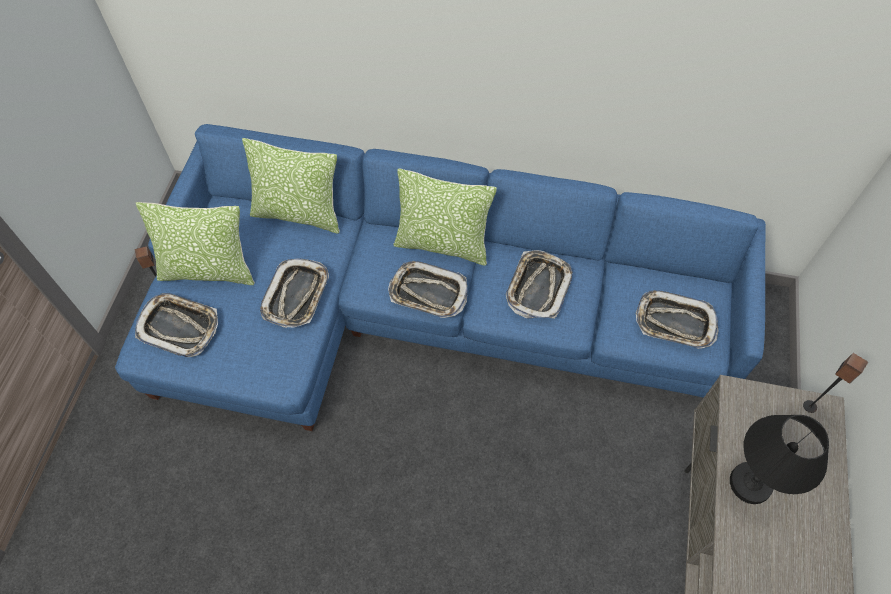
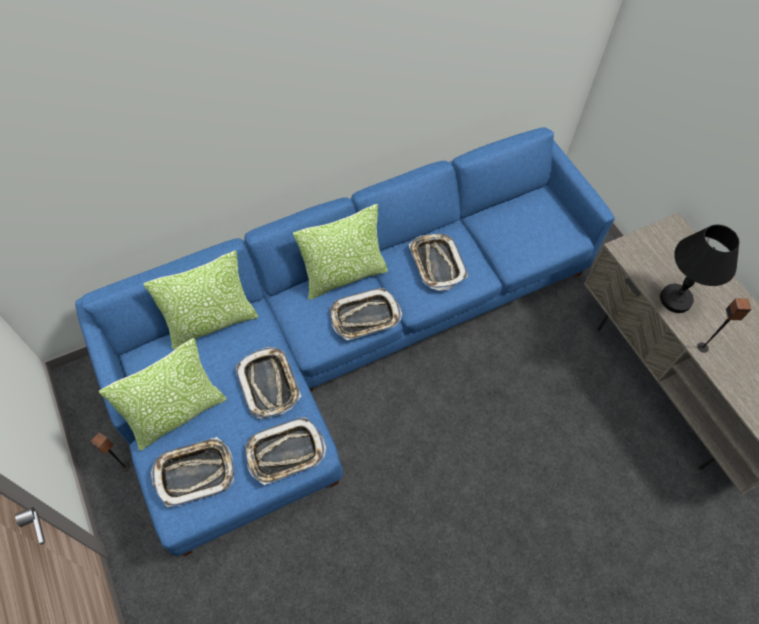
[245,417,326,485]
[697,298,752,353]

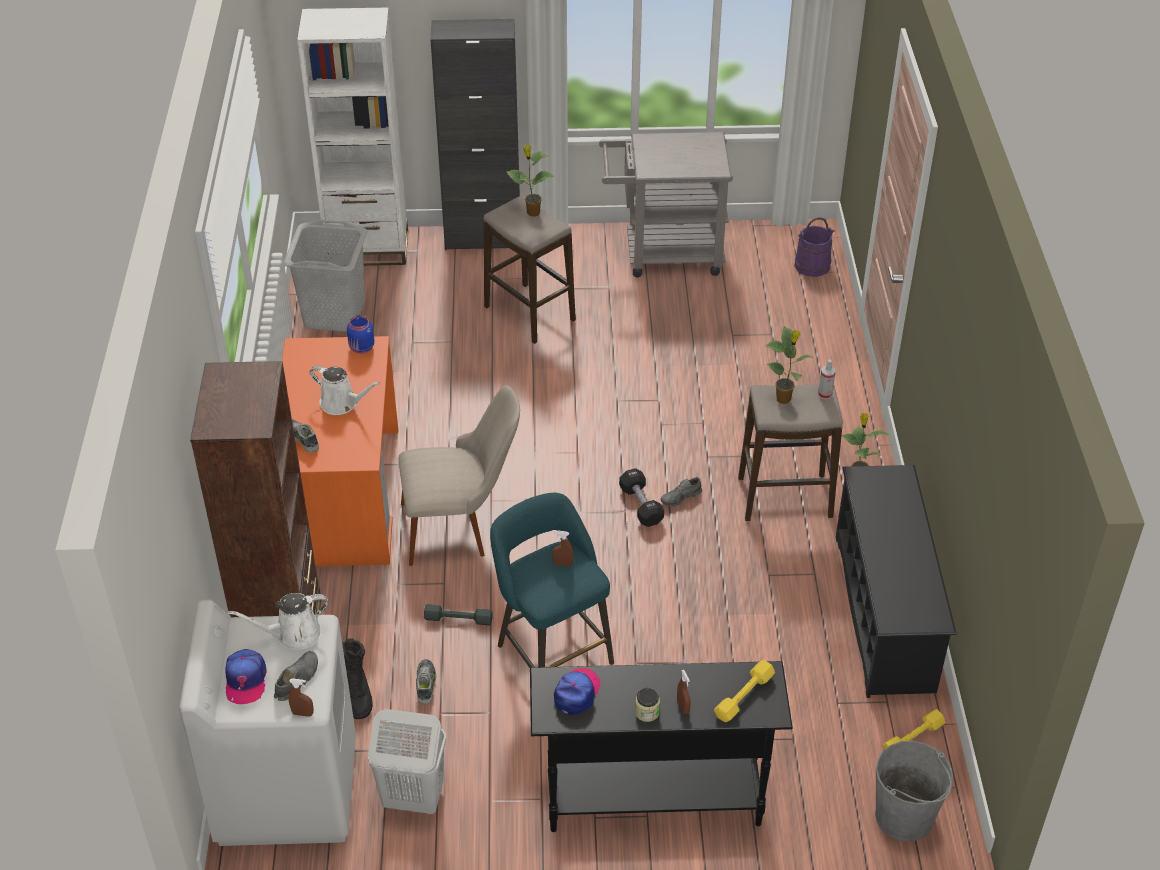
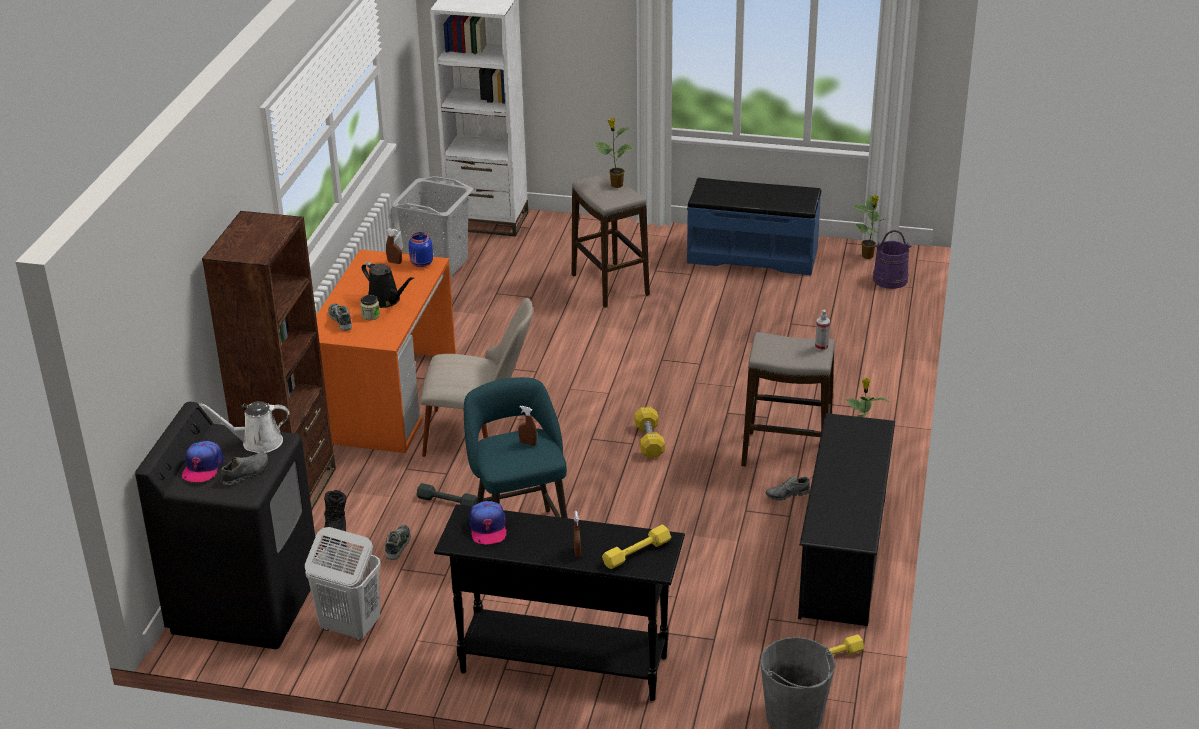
[135,402,318,649]
[386,228,402,264]
[362,262,414,308]
[430,19,520,250] (first image)
[469,501,507,544]
[687,178,821,275]
[634,407,665,458]
[360,295,380,320]
[766,476,810,501]
[853,195,888,259]

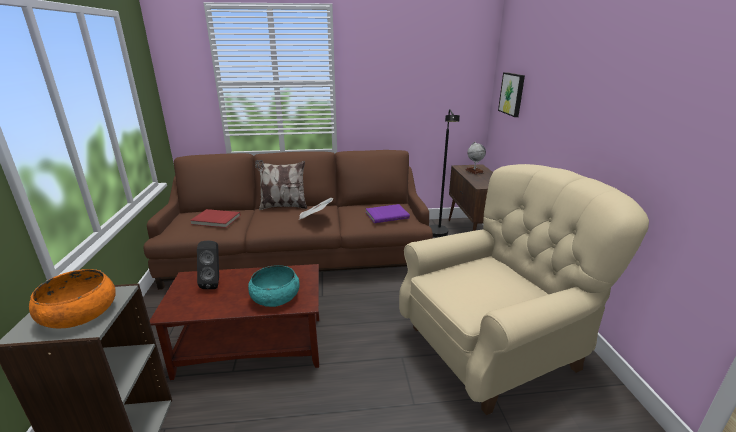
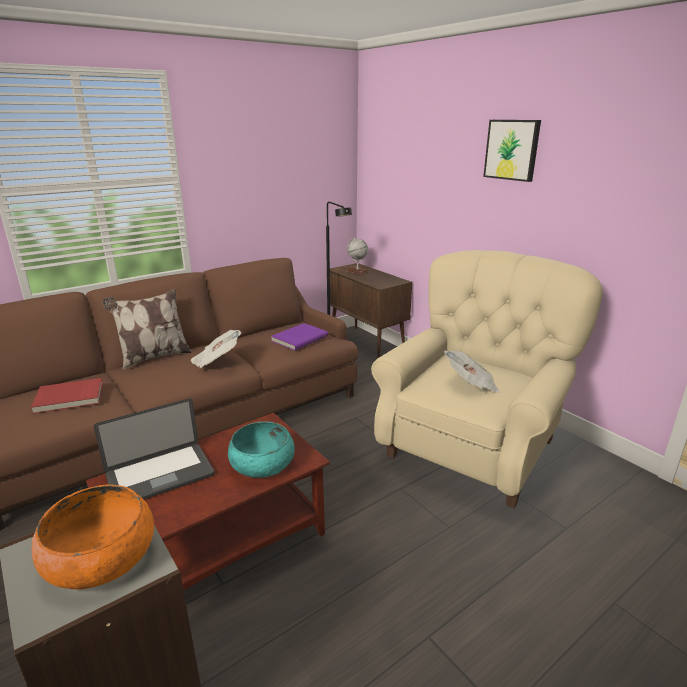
[94,398,214,500]
[483,120,541,182]
[444,350,500,393]

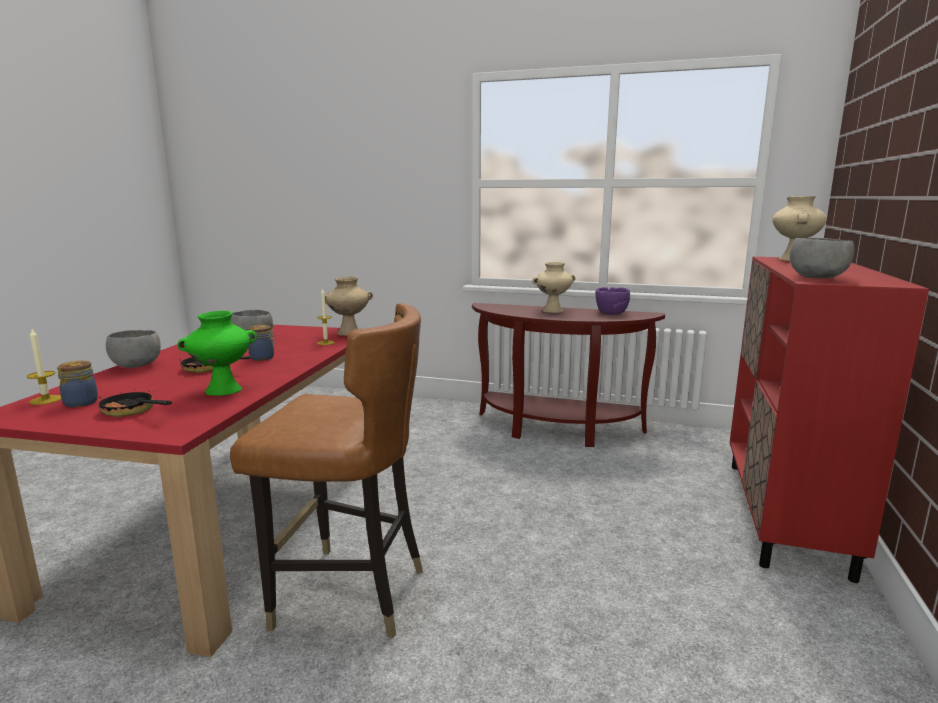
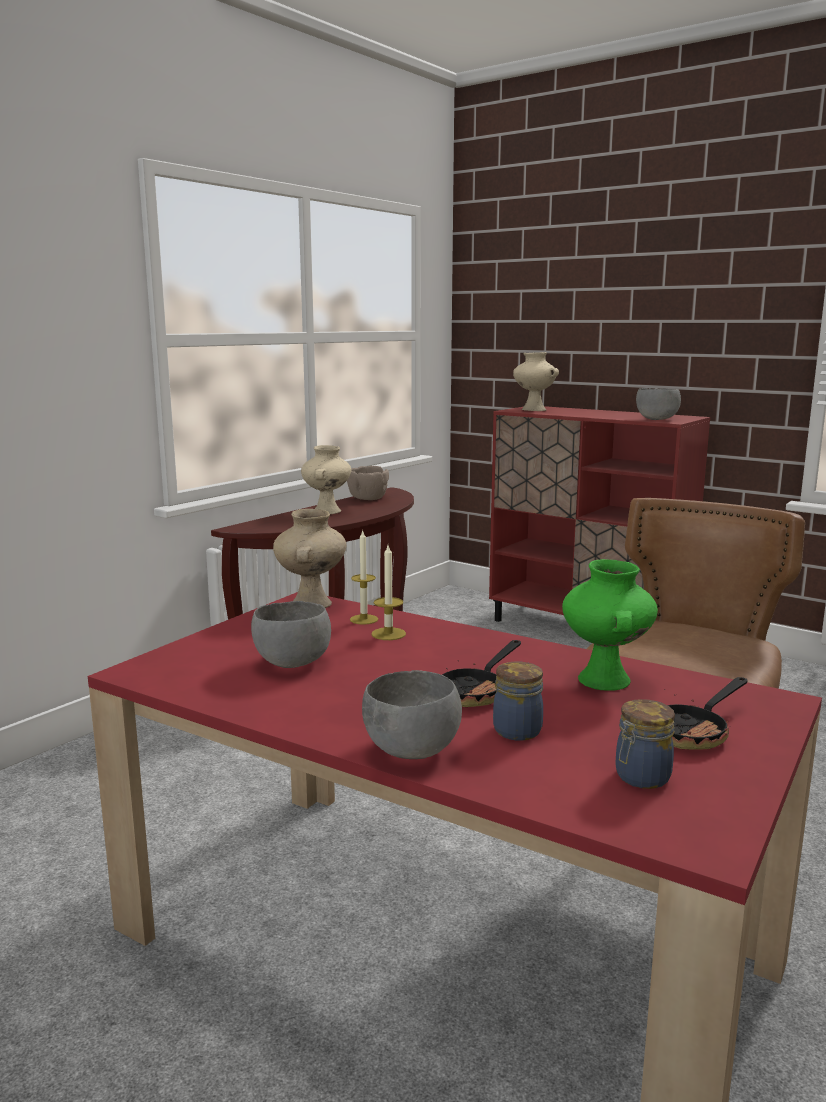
[371,545,406,640]
[493,661,543,741]
[347,466,389,500]

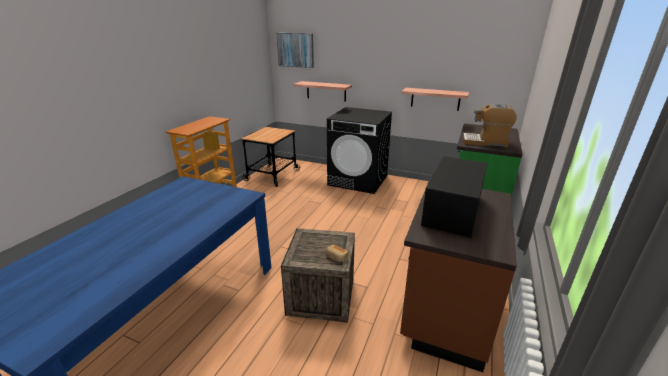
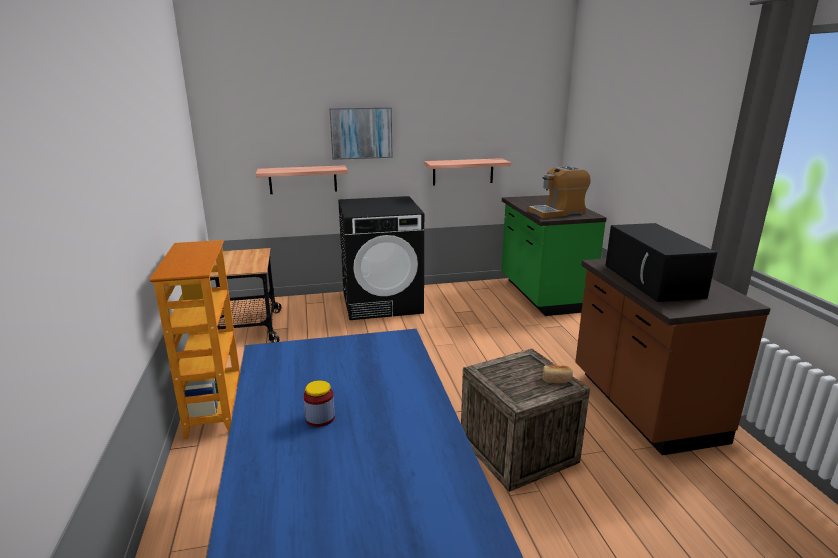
[329,107,392,160]
[303,380,335,427]

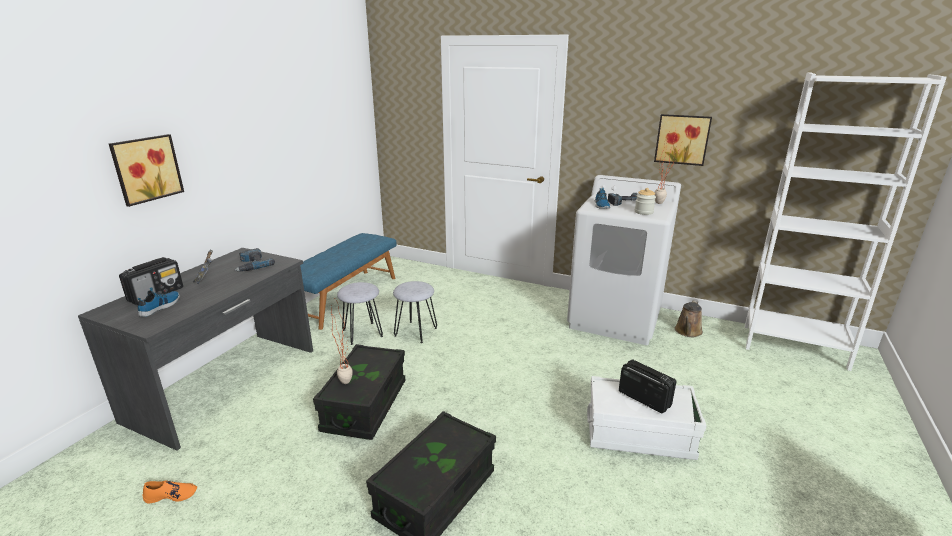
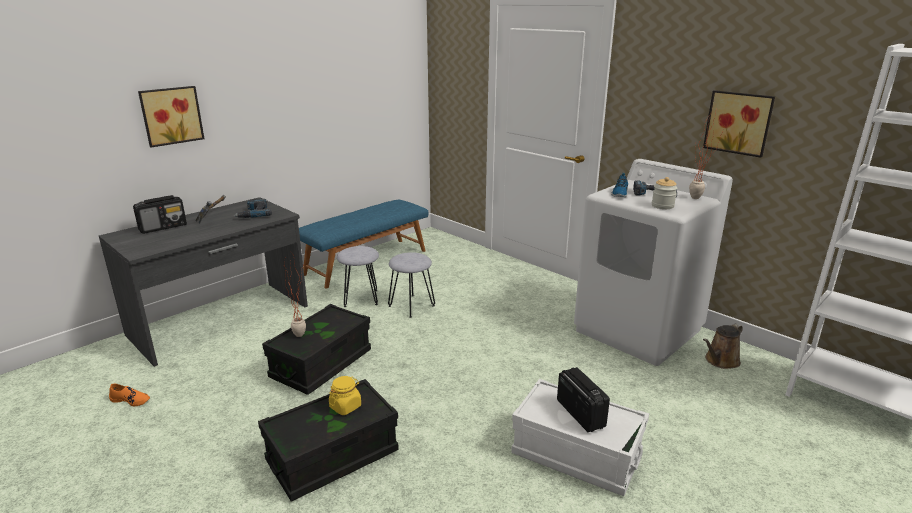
[138,287,180,317] (first image)
[329,376,361,415]

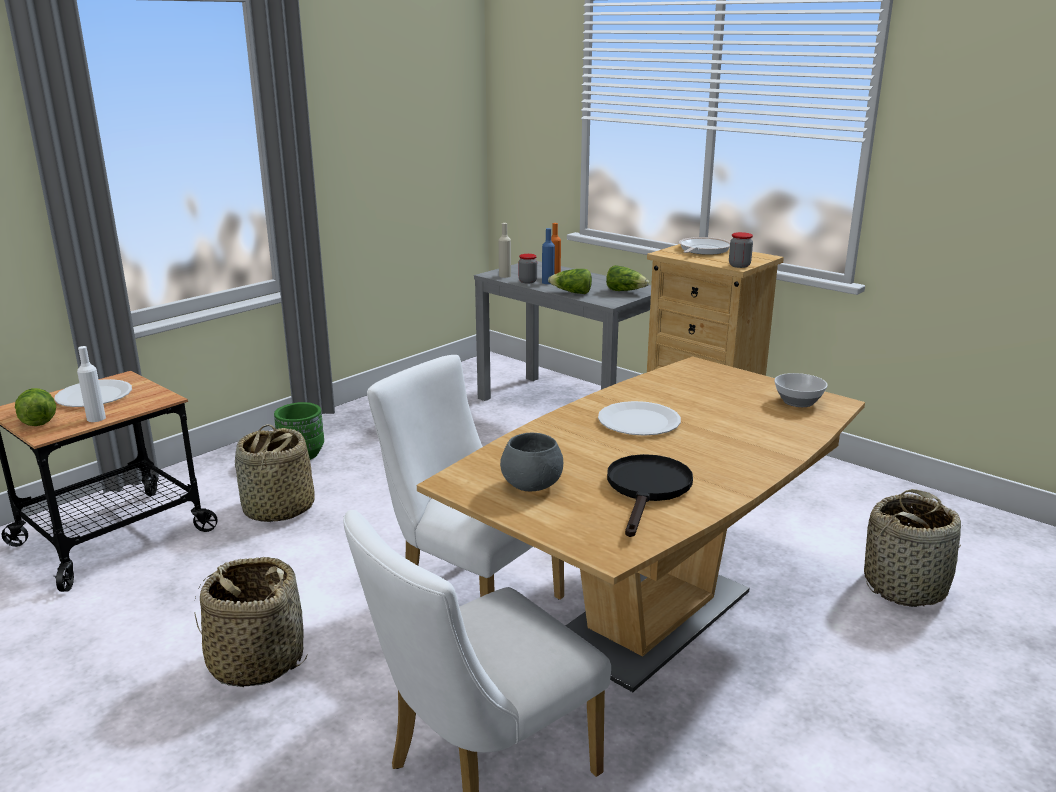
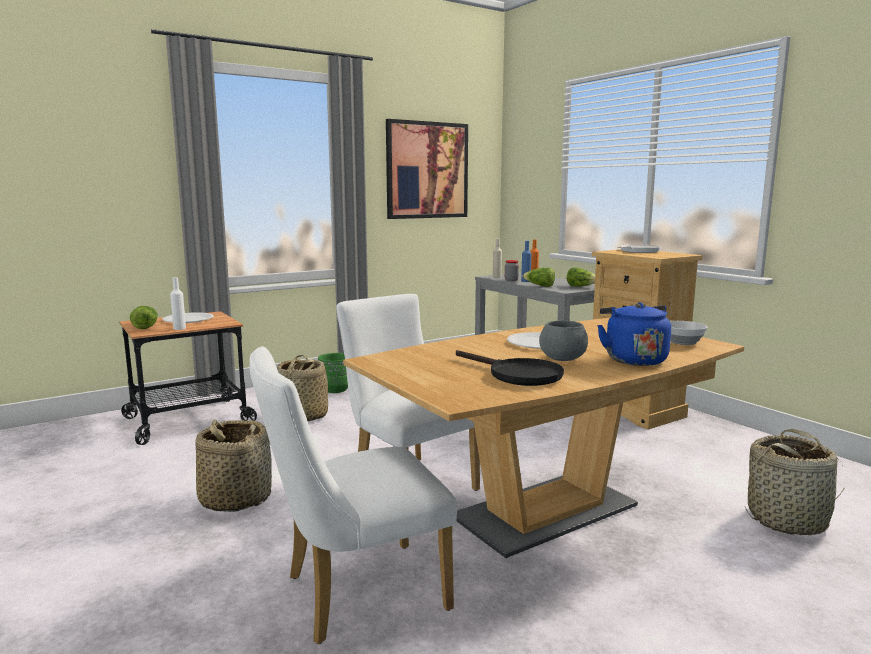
[539,320,588,361]
[456,350,564,386]
[729,232,753,268] (first image)
[386,119,468,219]
[597,302,671,366]

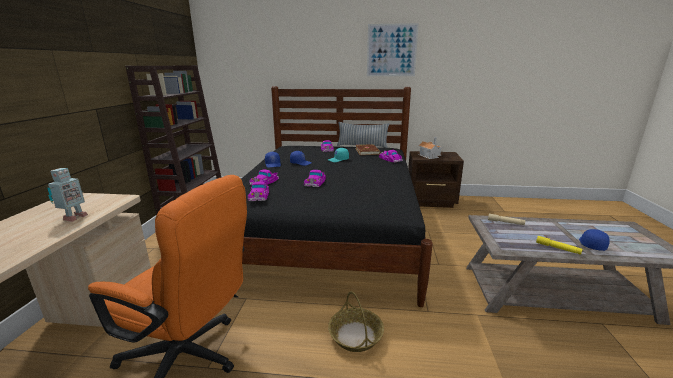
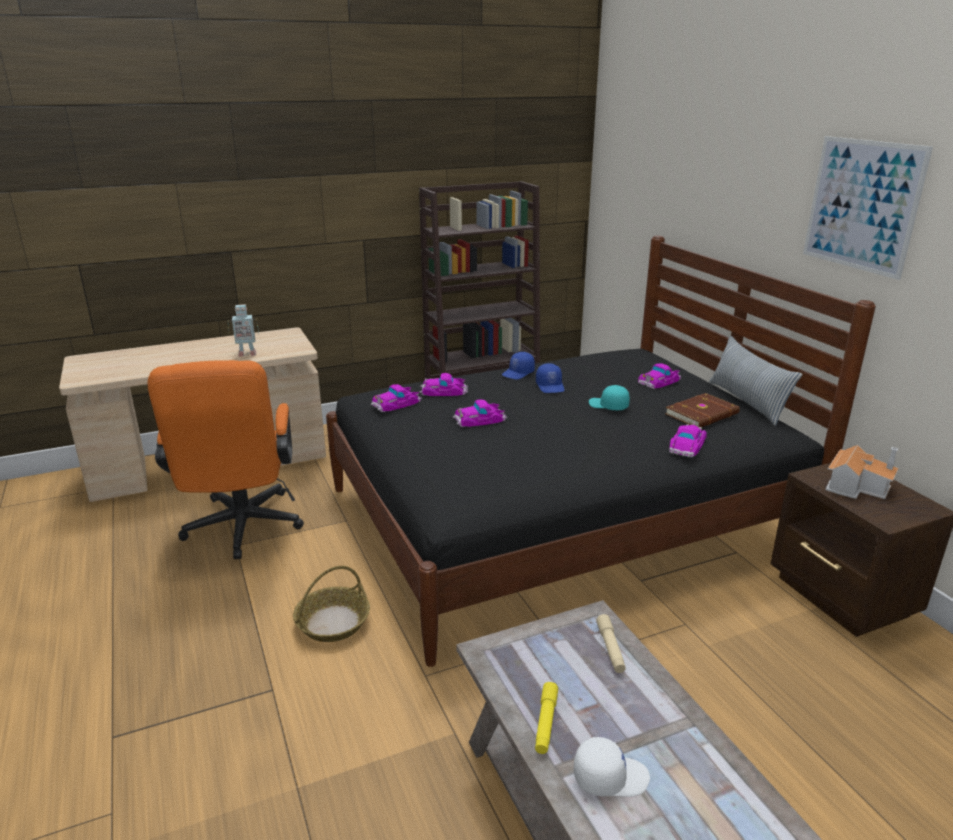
[574,737,650,797]

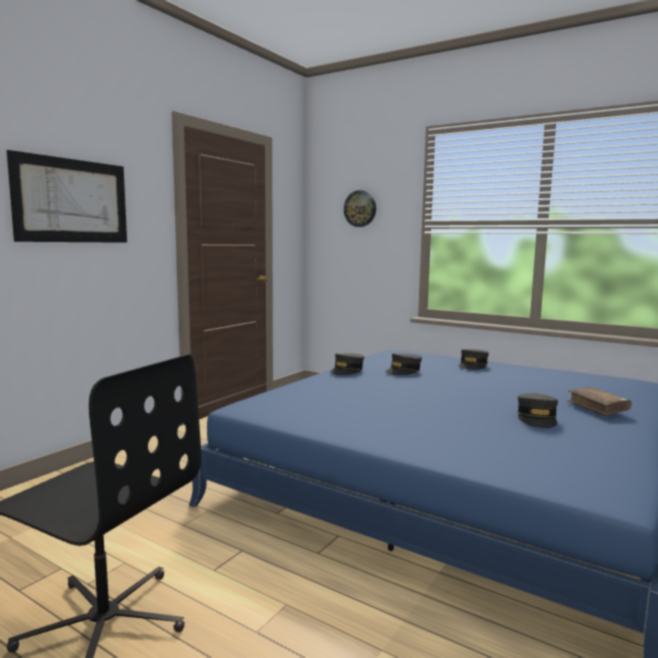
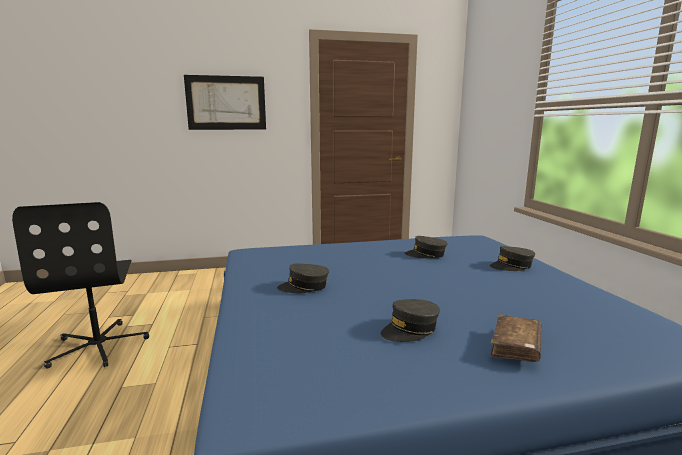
[277,263,329,293]
[344,190,376,227] (first image)

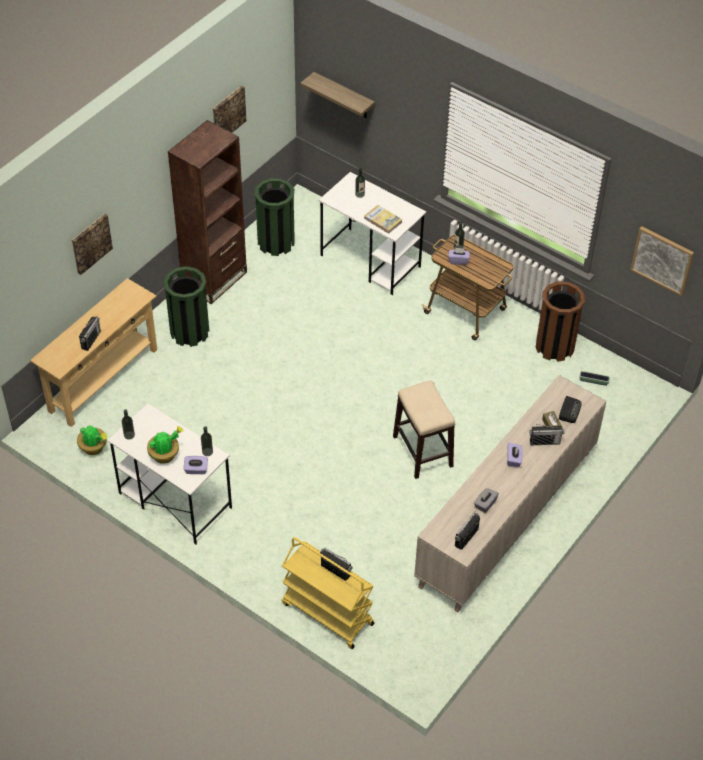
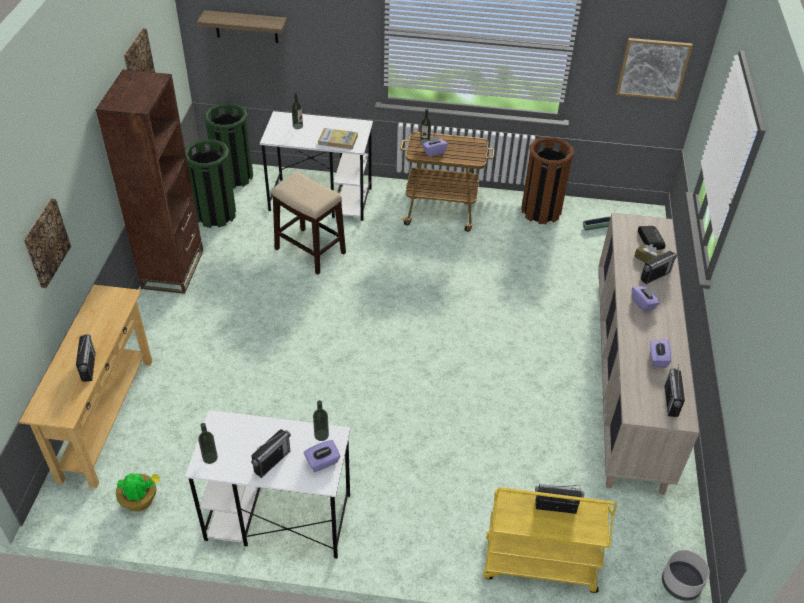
[251,429,291,478]
[204,103,253,189]
[272,172,346,275]
[650,339,671,368]
[662,550,710,601]

